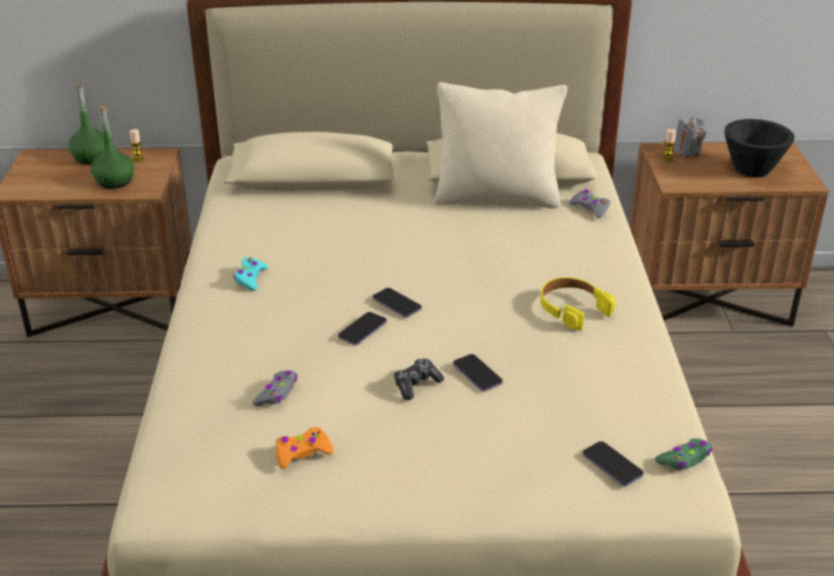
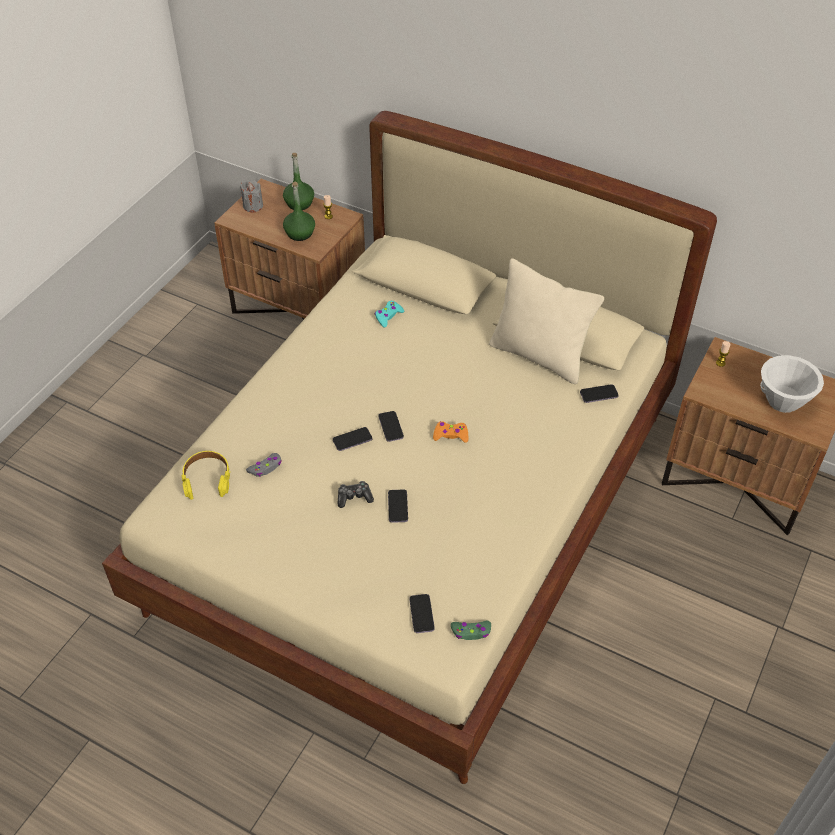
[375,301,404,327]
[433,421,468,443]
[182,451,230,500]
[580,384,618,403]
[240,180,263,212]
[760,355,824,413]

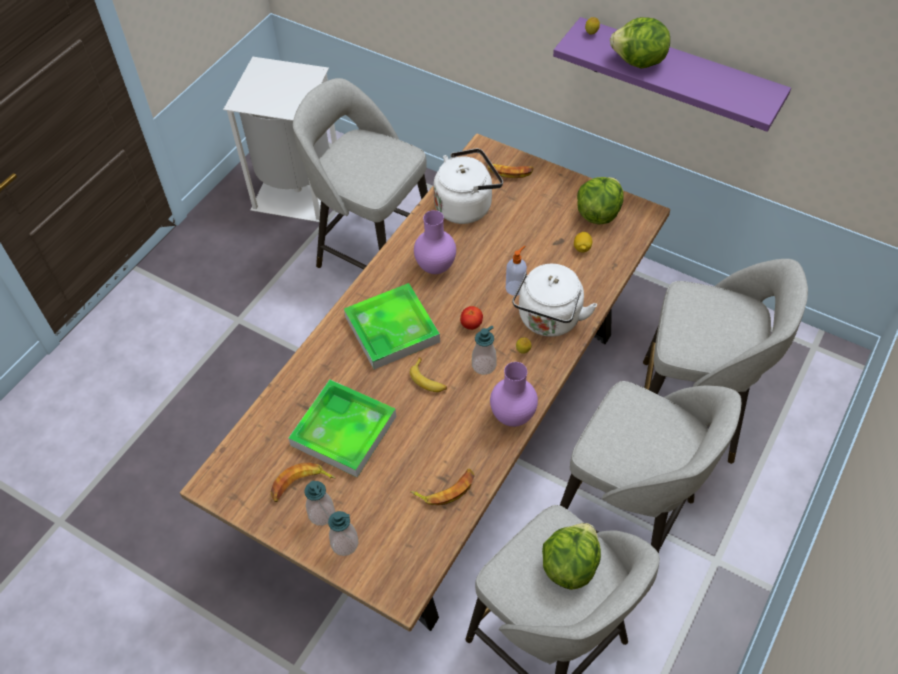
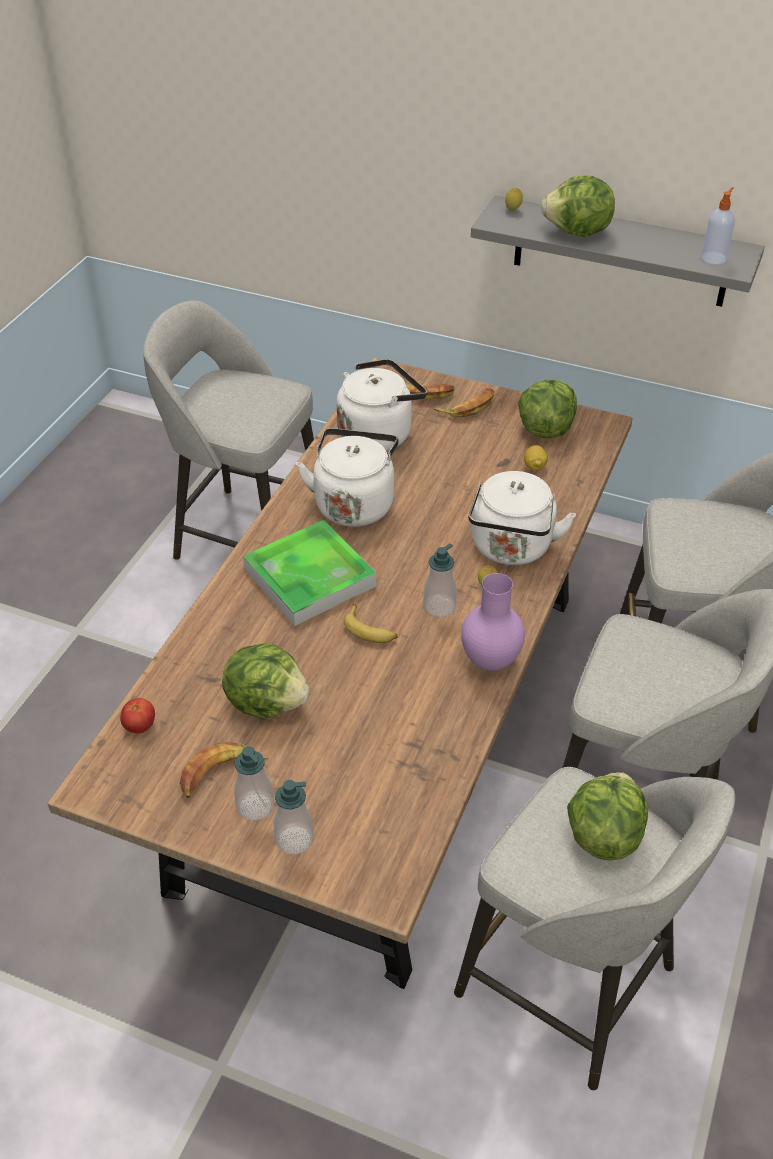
[223,57,337,222] (first image)
[222,644,310,718]
[433,388,494,417]
[296,428,399,527]
[120,698,155,733]
[701,187,735,264]
[471,196,765,307]

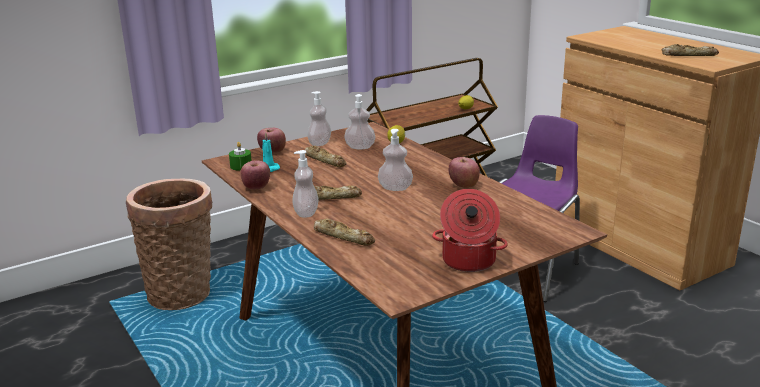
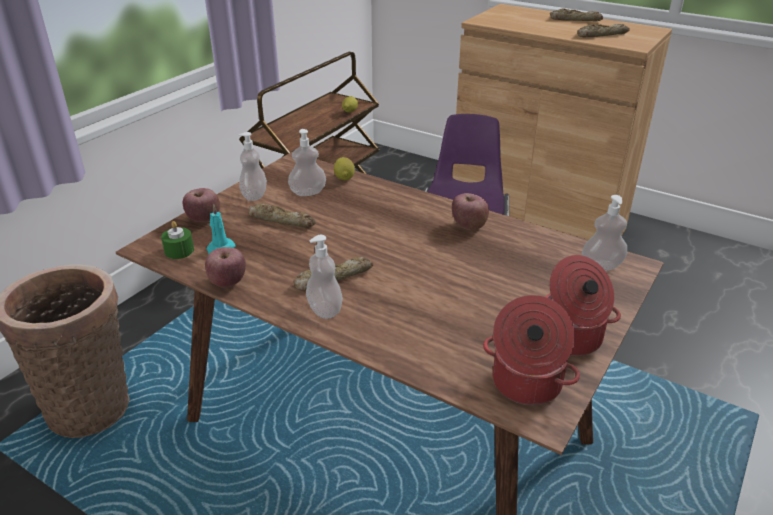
[550,8,603,21]
[582,195,627,271]
[483,295,580,405]

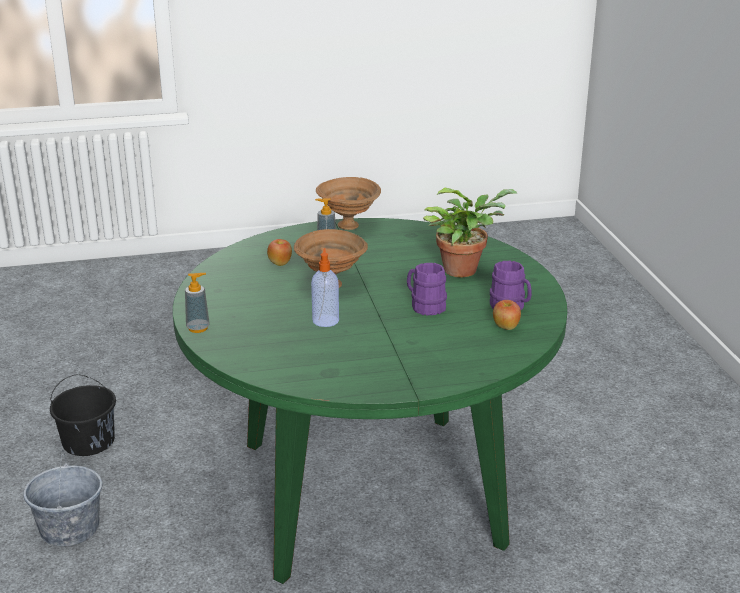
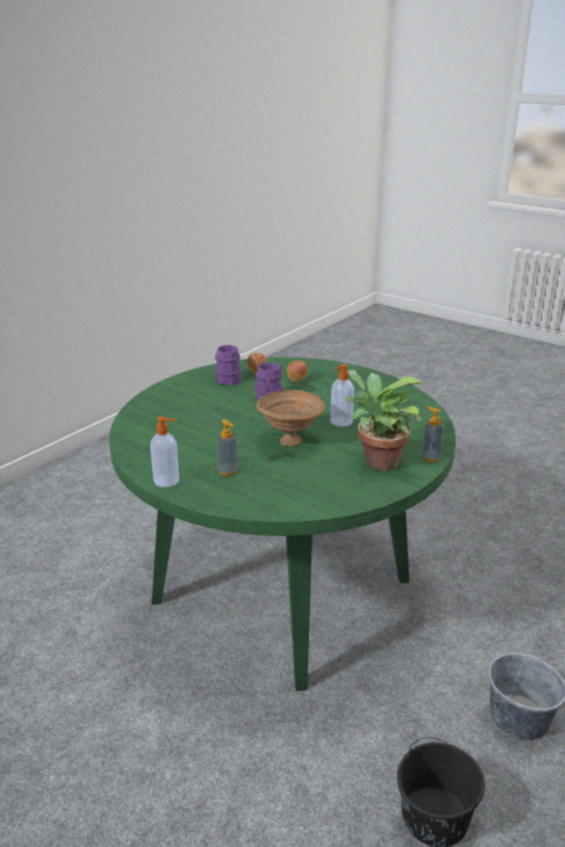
[287,361,308,382]
[150,417,179,487]
[346,370,424,471]

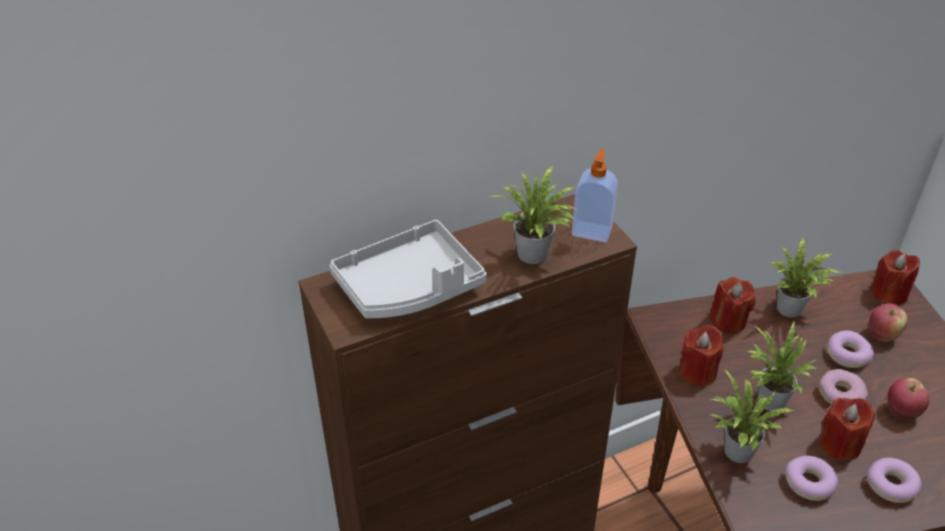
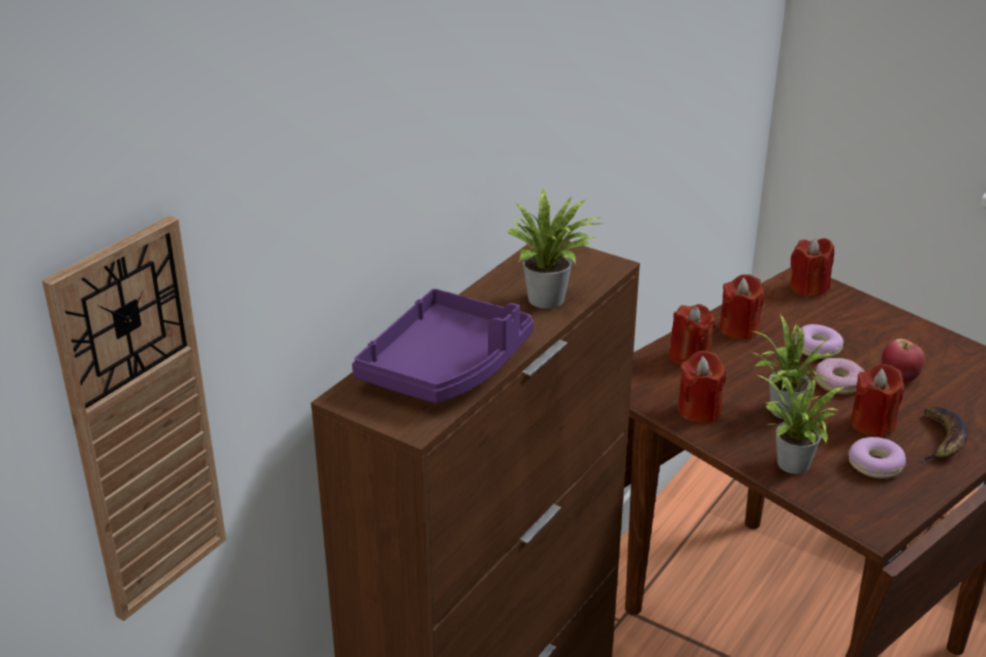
[352,289,534,403]
[572,149,618,242] (first image)
[720,274,764,339]
[919,407,968,462]
[869,303,908,342] (first image)
[42,215,226,621]

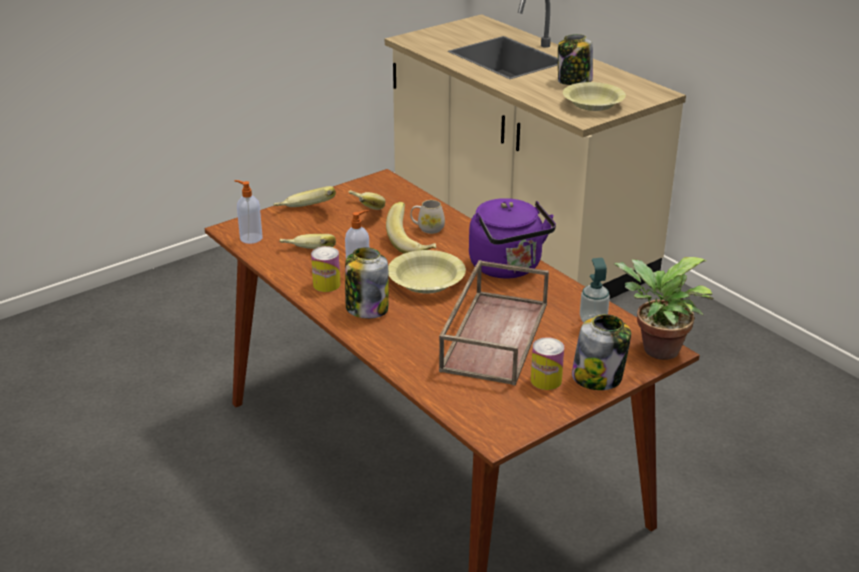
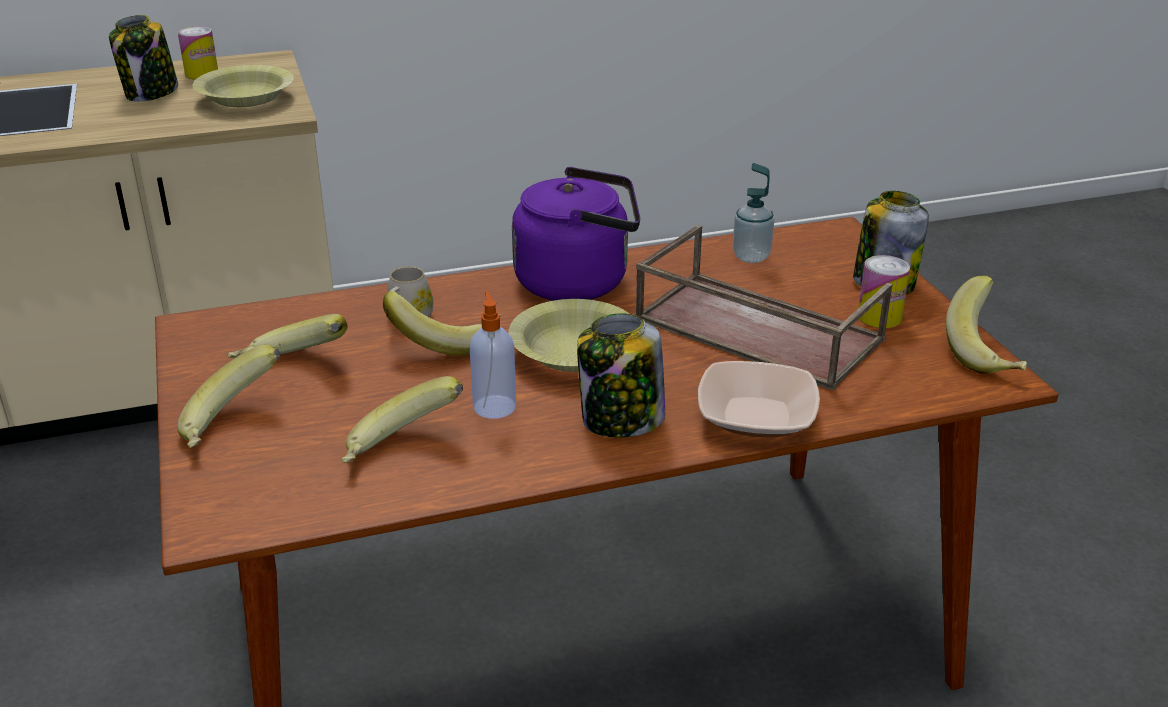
[234,180,262,244] (first image)
[178,26,218,80]
[614,257,714,360] (first image)
[698,361,820,437]
[946,275,1027,374]

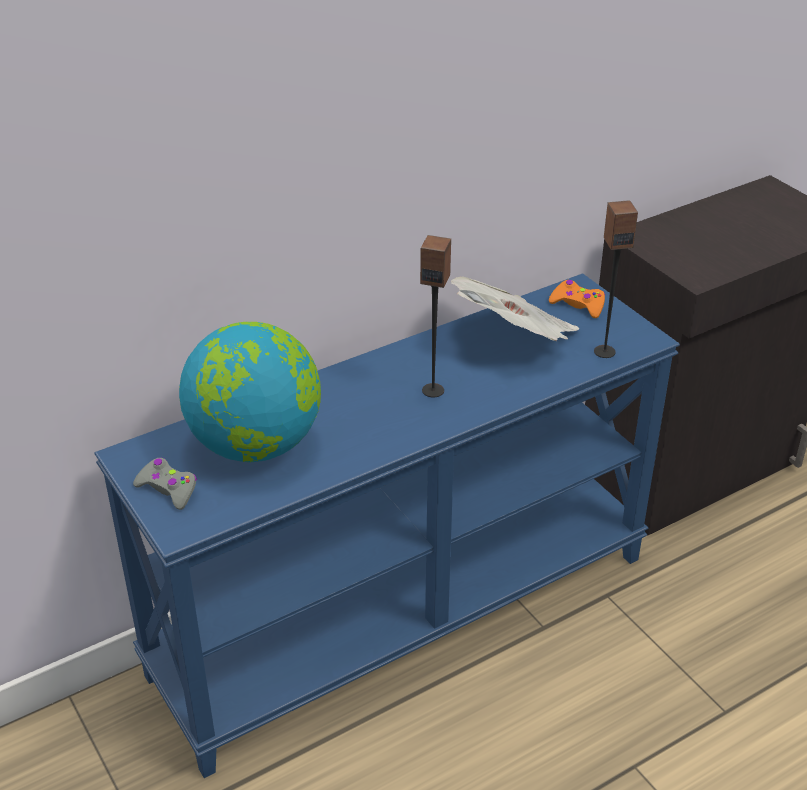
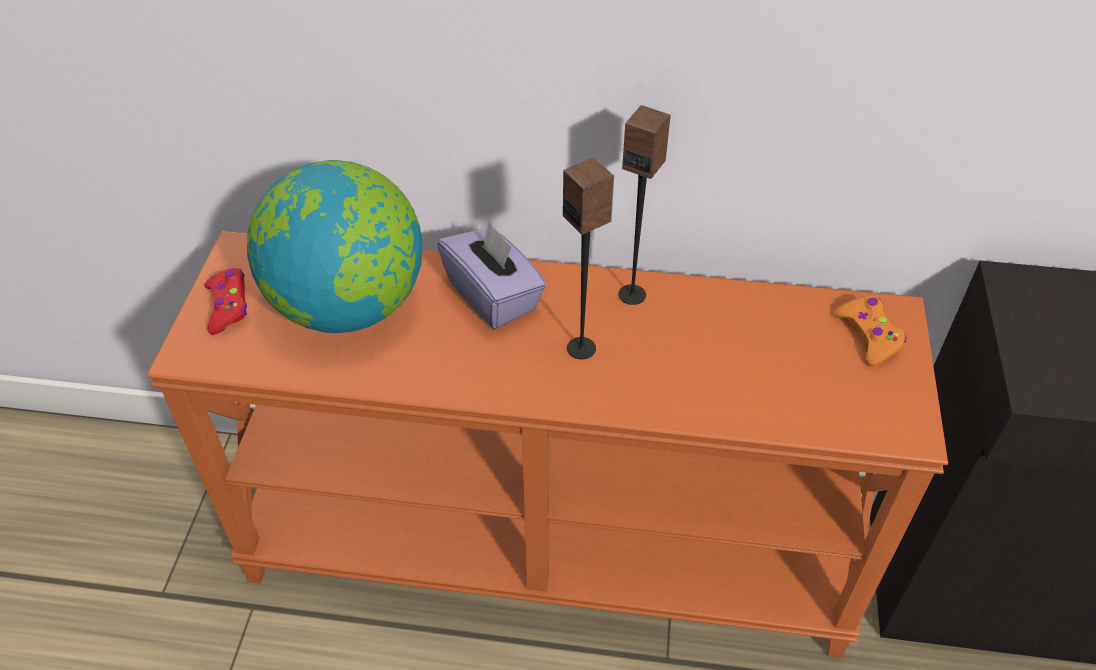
[146,231,948,658]
[204,268,247,335]
[451,276,579,341] (first image)
[618,105,671,305]
[437,221,547,329]

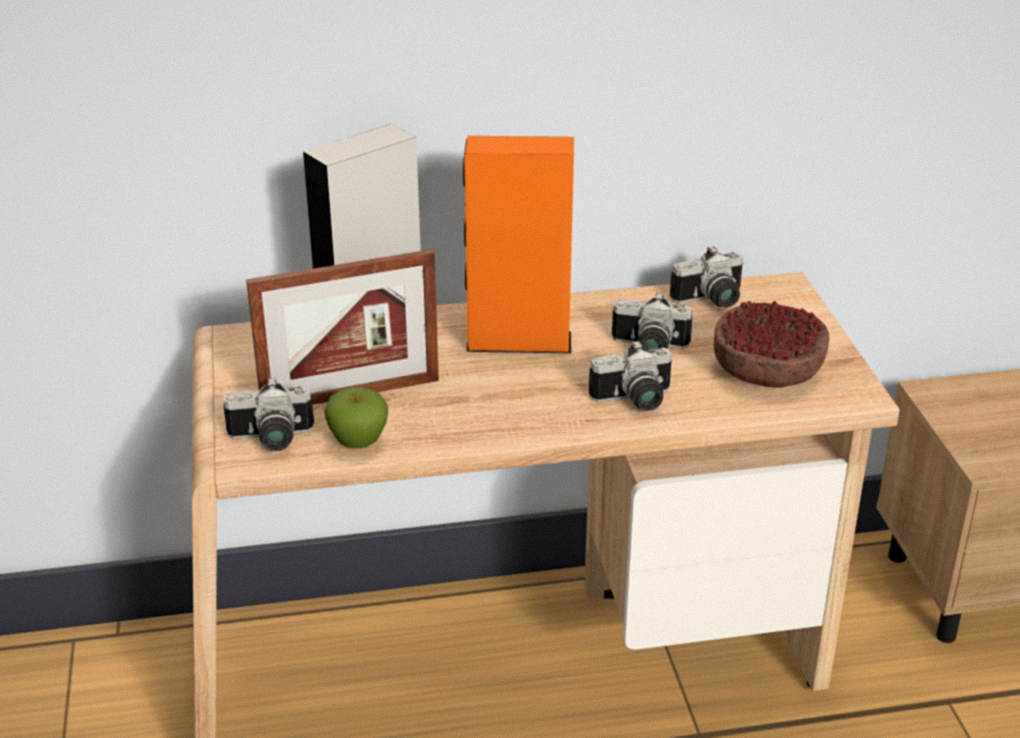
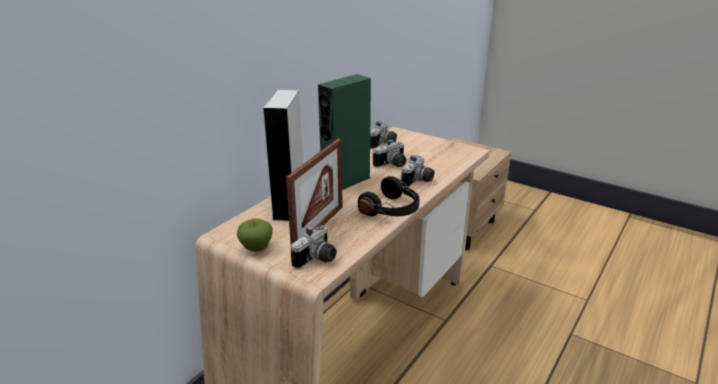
[237,218,273,252]
[318,74,371,190]
[714,301,829,387] (first image)
[358,176,419,216]

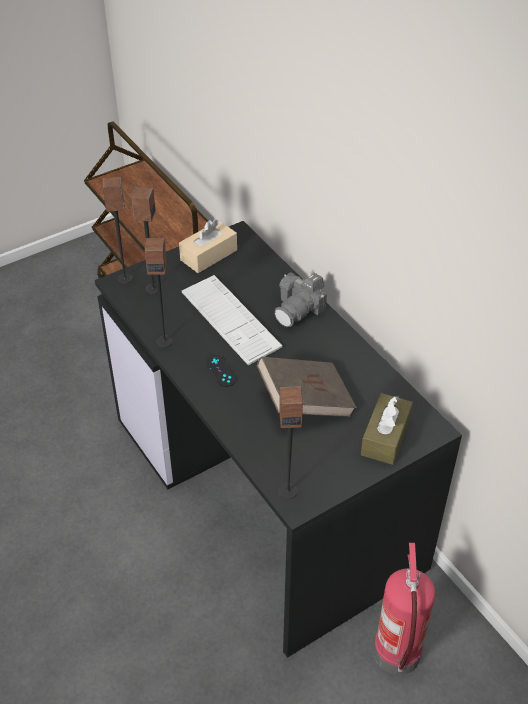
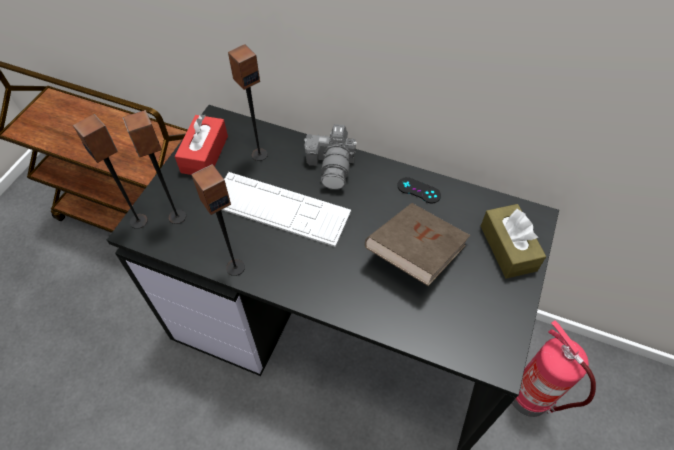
[175,114,228,175]
[397,177,441,203]
[228,44,268,161]

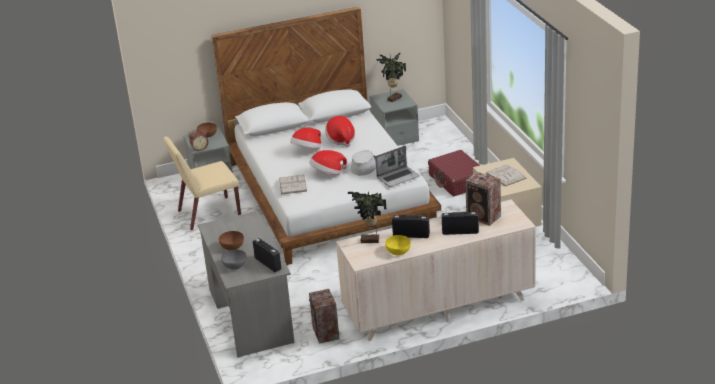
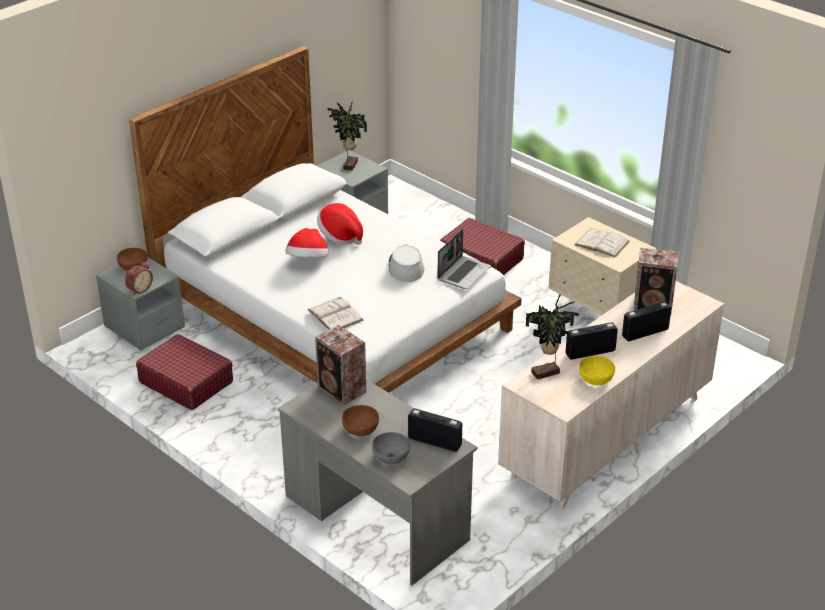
[136,334,233,410]
[309,150,347,175] (first image)
[315,325,366,405]

